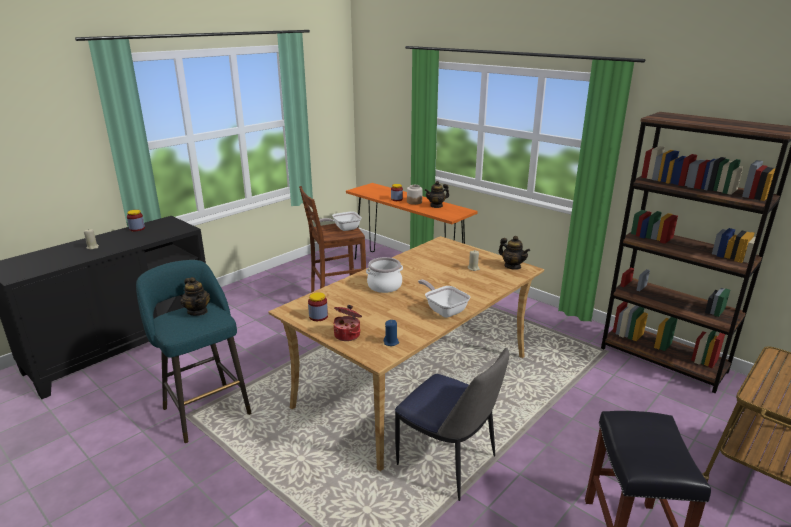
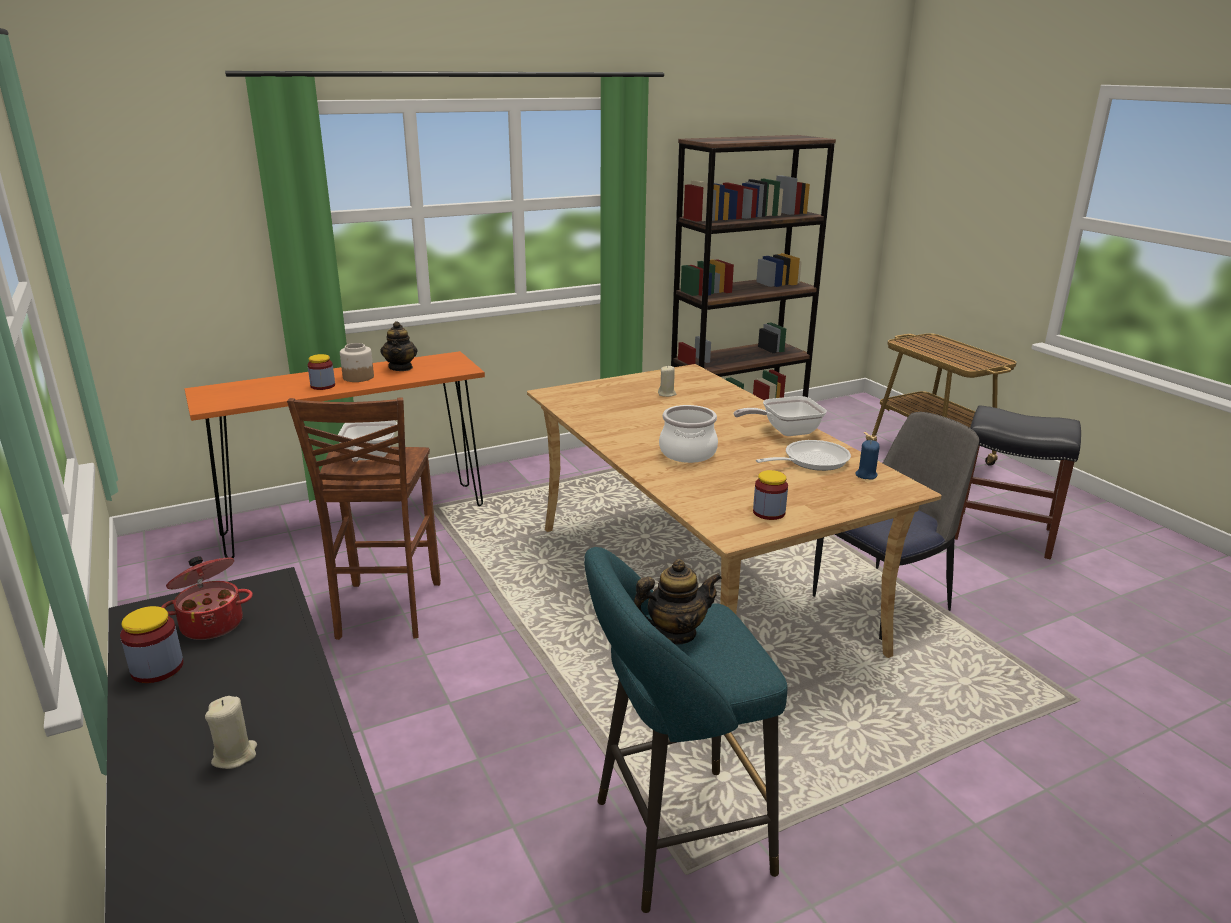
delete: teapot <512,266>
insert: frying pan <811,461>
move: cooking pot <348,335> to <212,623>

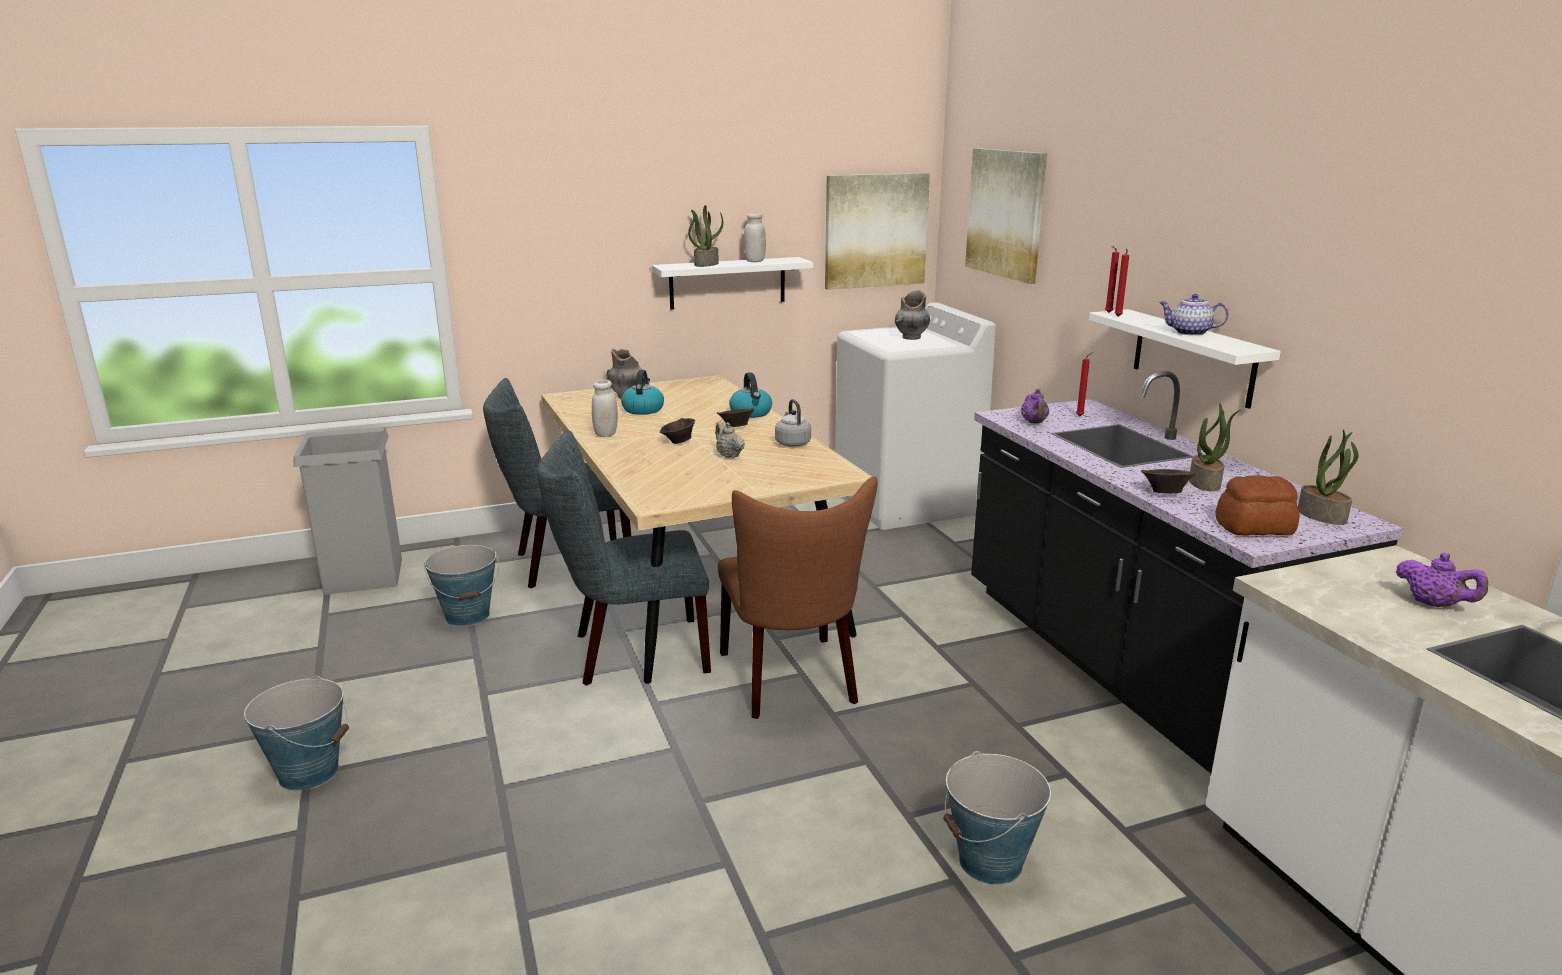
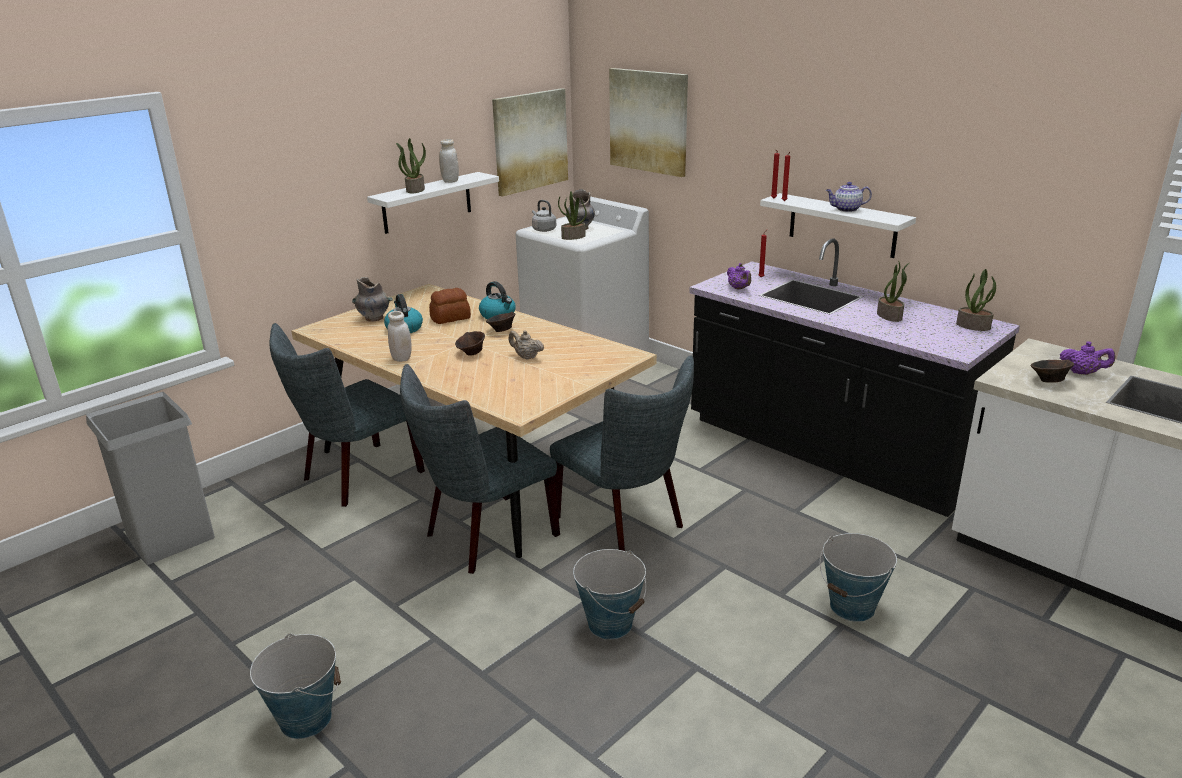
insert: potted plant <573,237>
move: bread <1255,528> to <451,318>; kettle/grey <792,443> to <543,229>; bucket <468,616> to <610,623>; bowl/brown <1164,493> to <1048,381>
recolor: chair/brown <792,682> to chair/grey <625,524>

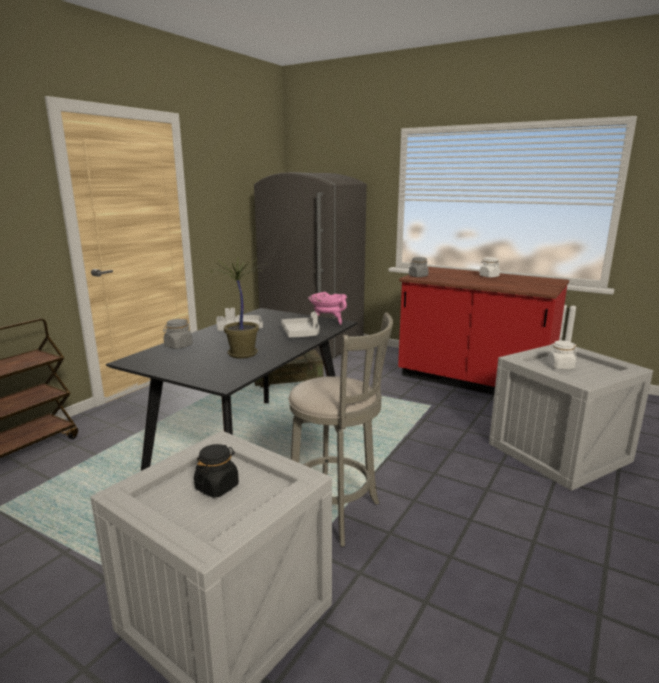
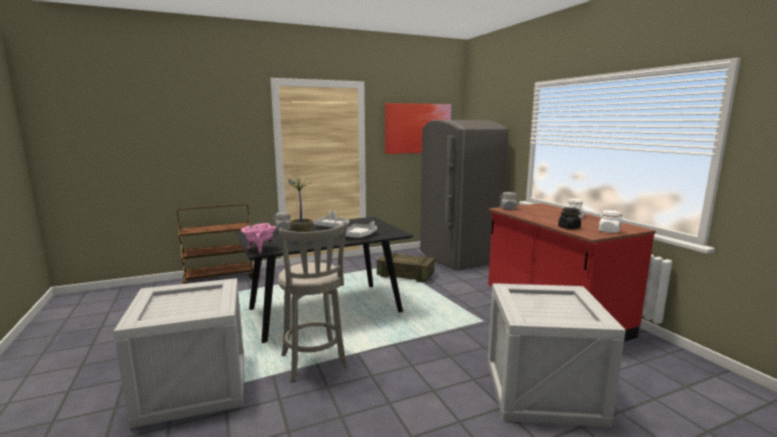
insert: picture <418,128>
move: cooking pot/pink <328,322> to <259,249>; jar/black <217,487> to <569,227>; jar/white <560,366> to <608,231>

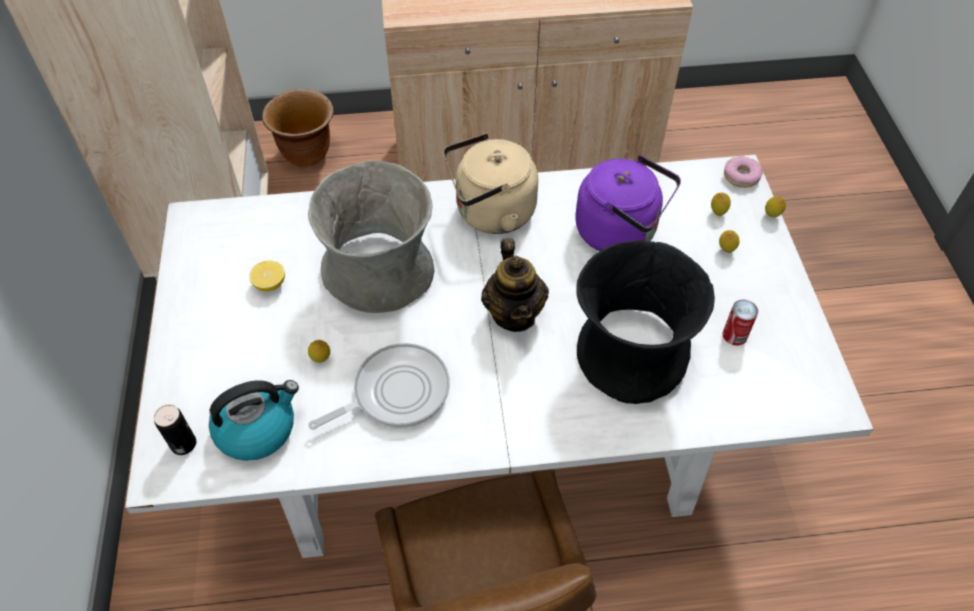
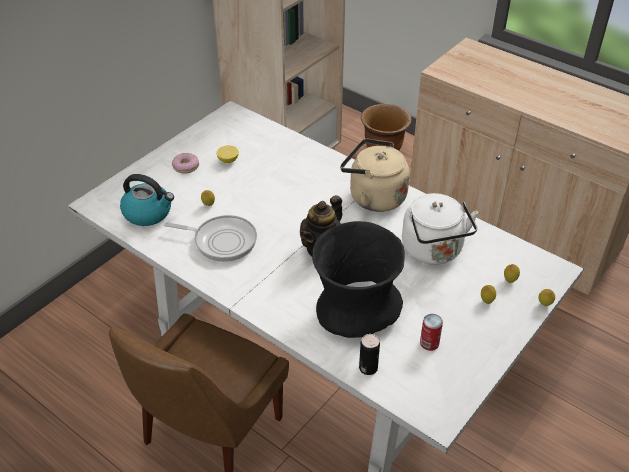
delete: vase/grey <379,273>
move: donut <741,176> to <186,166>; can <183,444> to <368,368>
recolor: kettle/purple <620,232> to kettle/white <434,251>

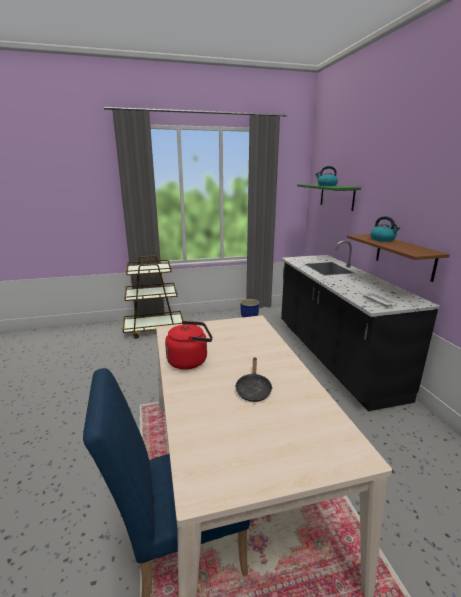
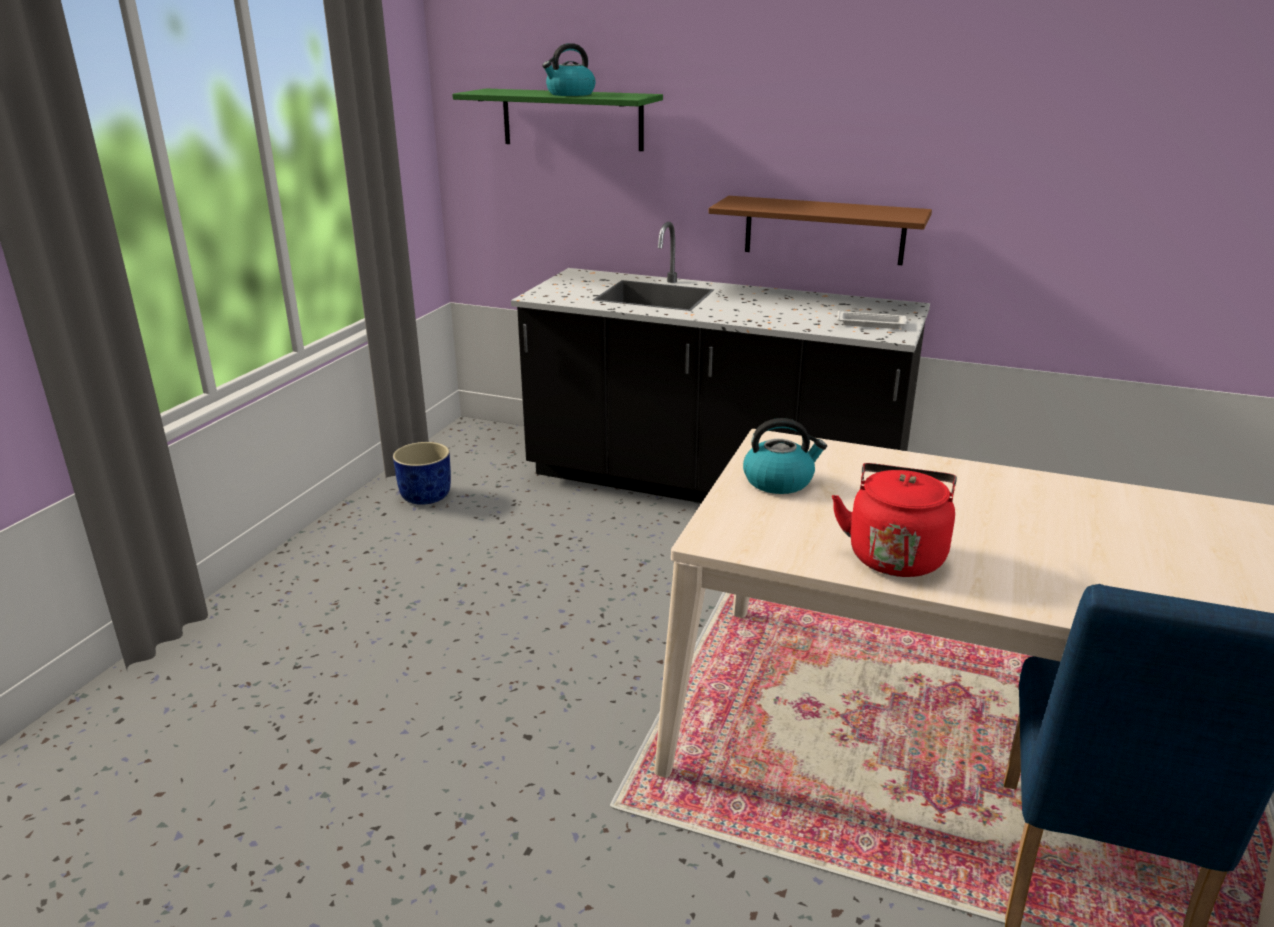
delete: cart/brown <154,329>; frying pan/black <253,389>
move: kettle <383,239> to <779,481>

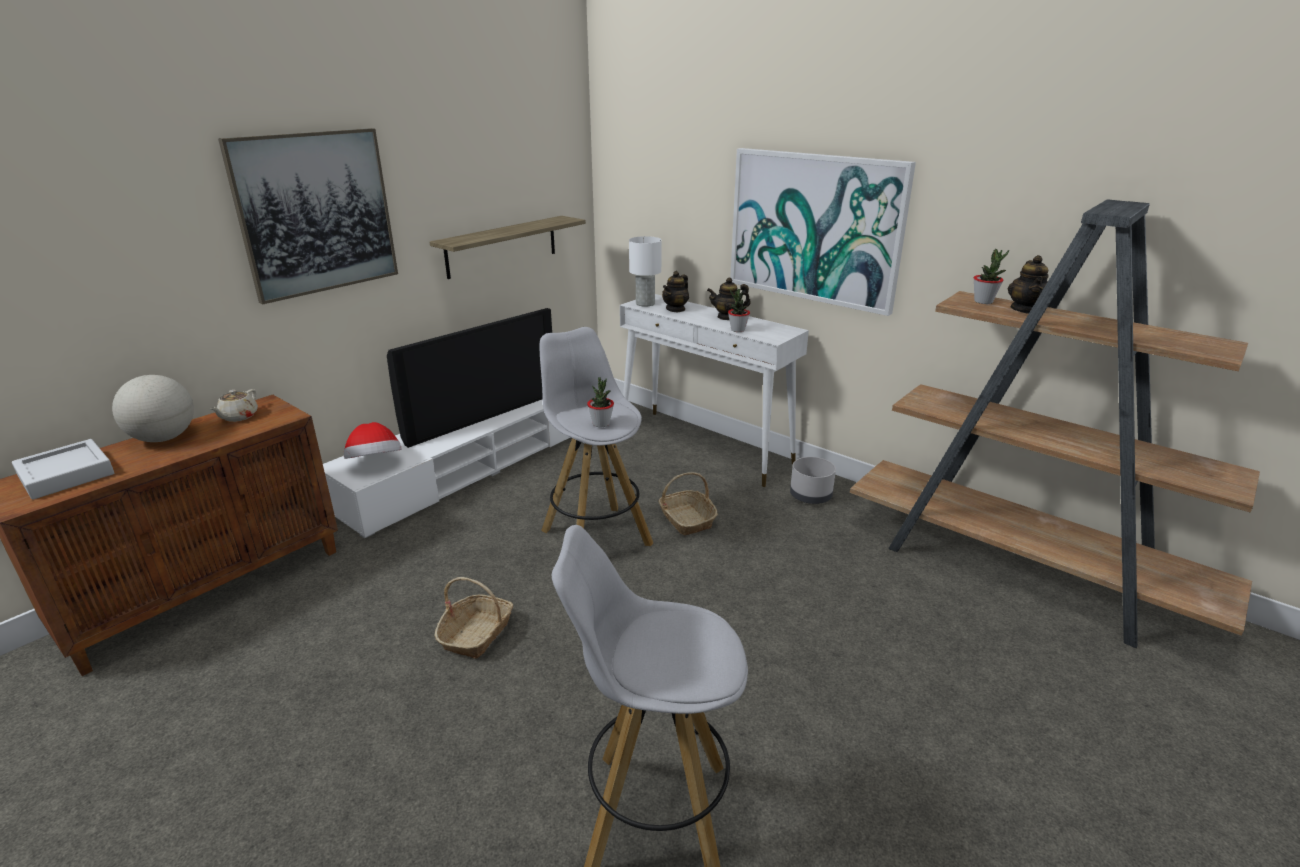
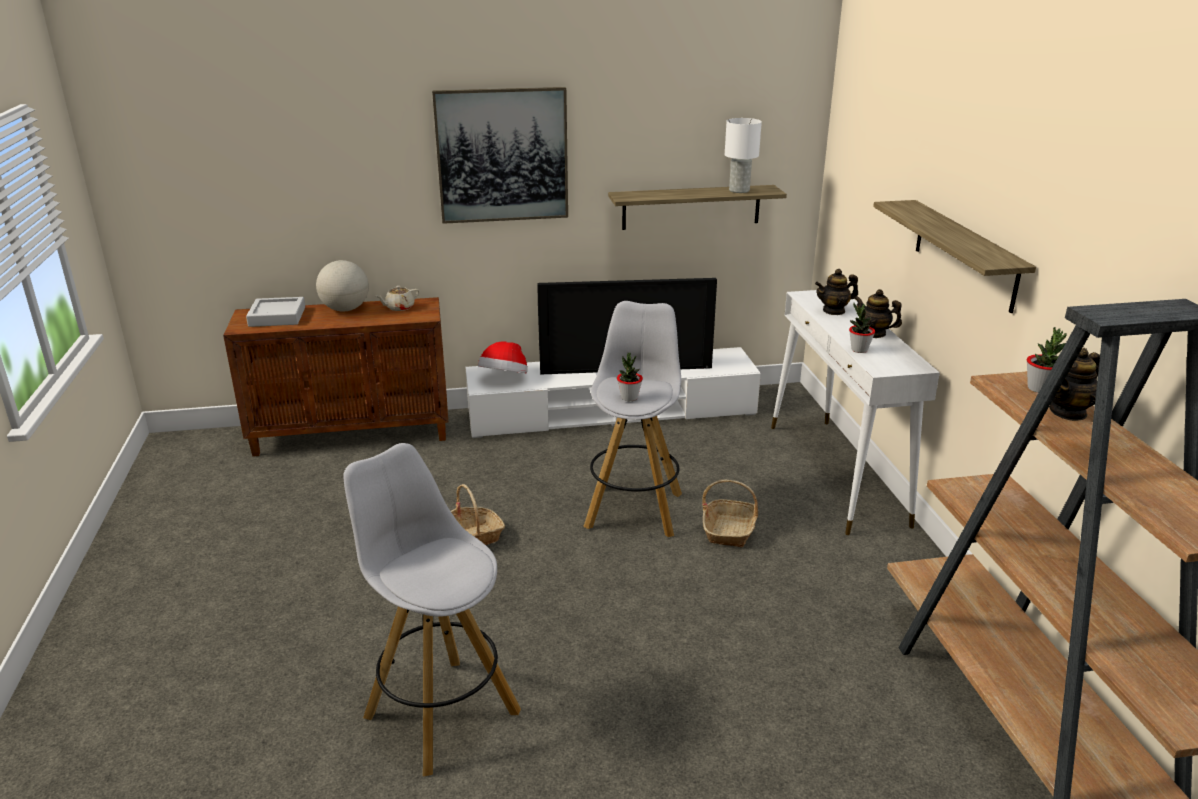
delete: planter/grey <811,496>
move: table lamp/white <645,304> to <738,190>
replace: picture <814,228> to shelf <965,254>

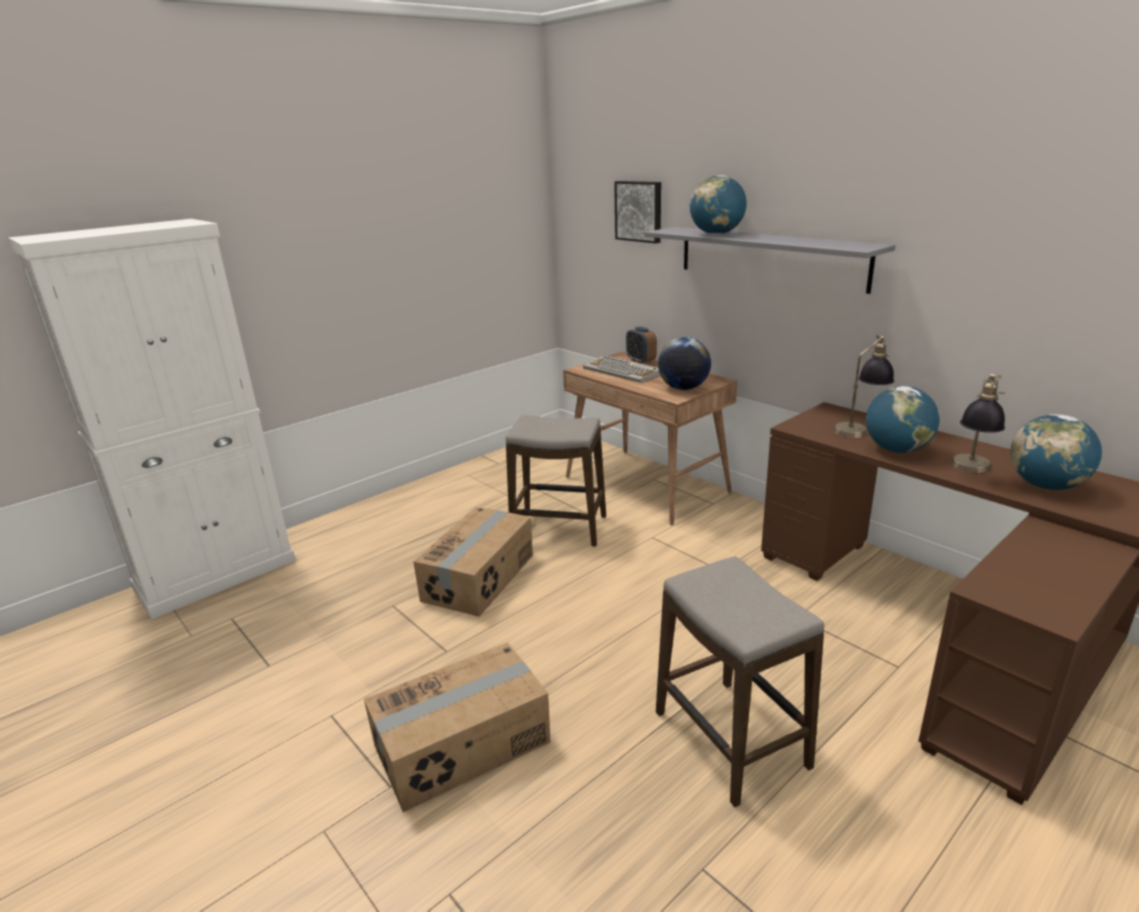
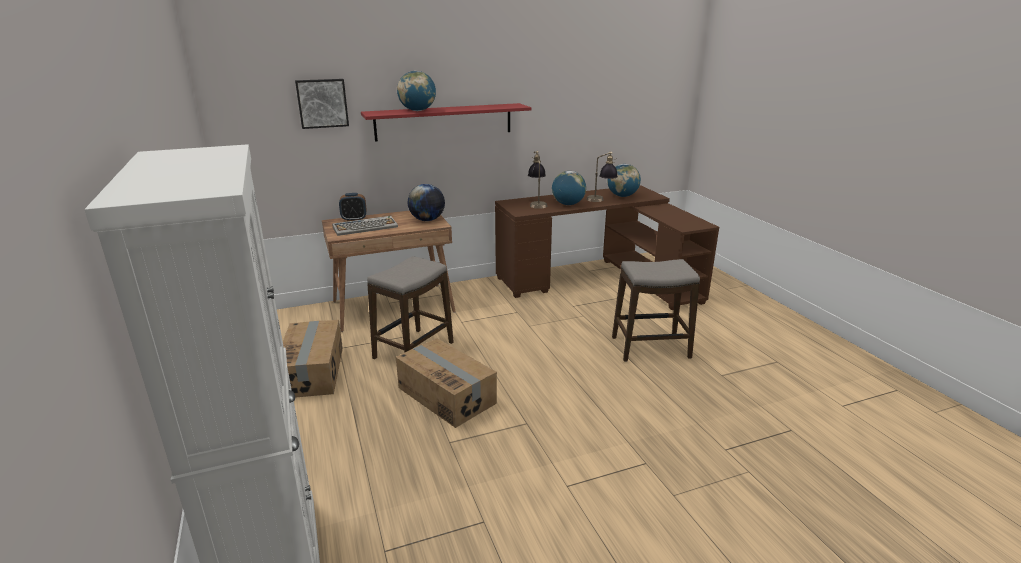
move: cardboard box <463,745> to <313,371>
recolor: shelf/grey <769,257> to shelf/red <444,122>

